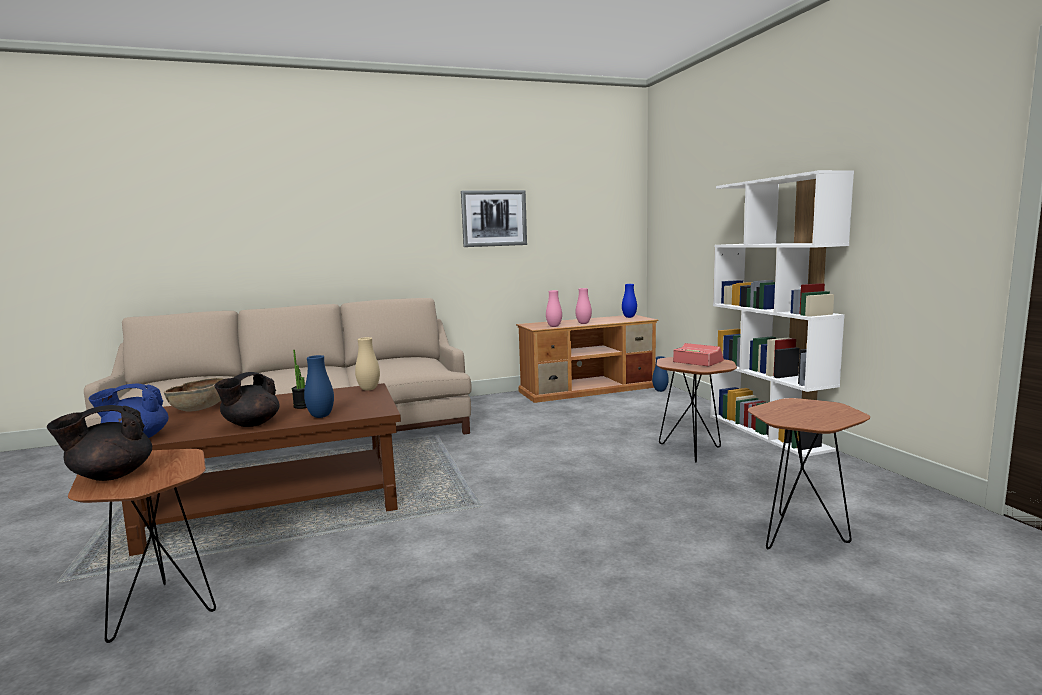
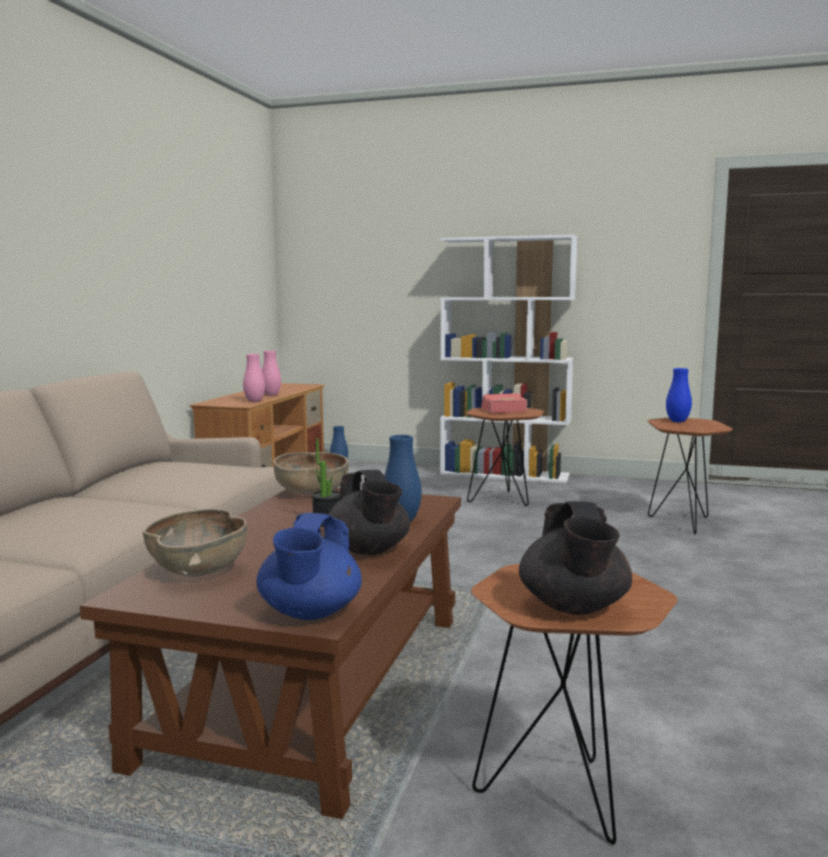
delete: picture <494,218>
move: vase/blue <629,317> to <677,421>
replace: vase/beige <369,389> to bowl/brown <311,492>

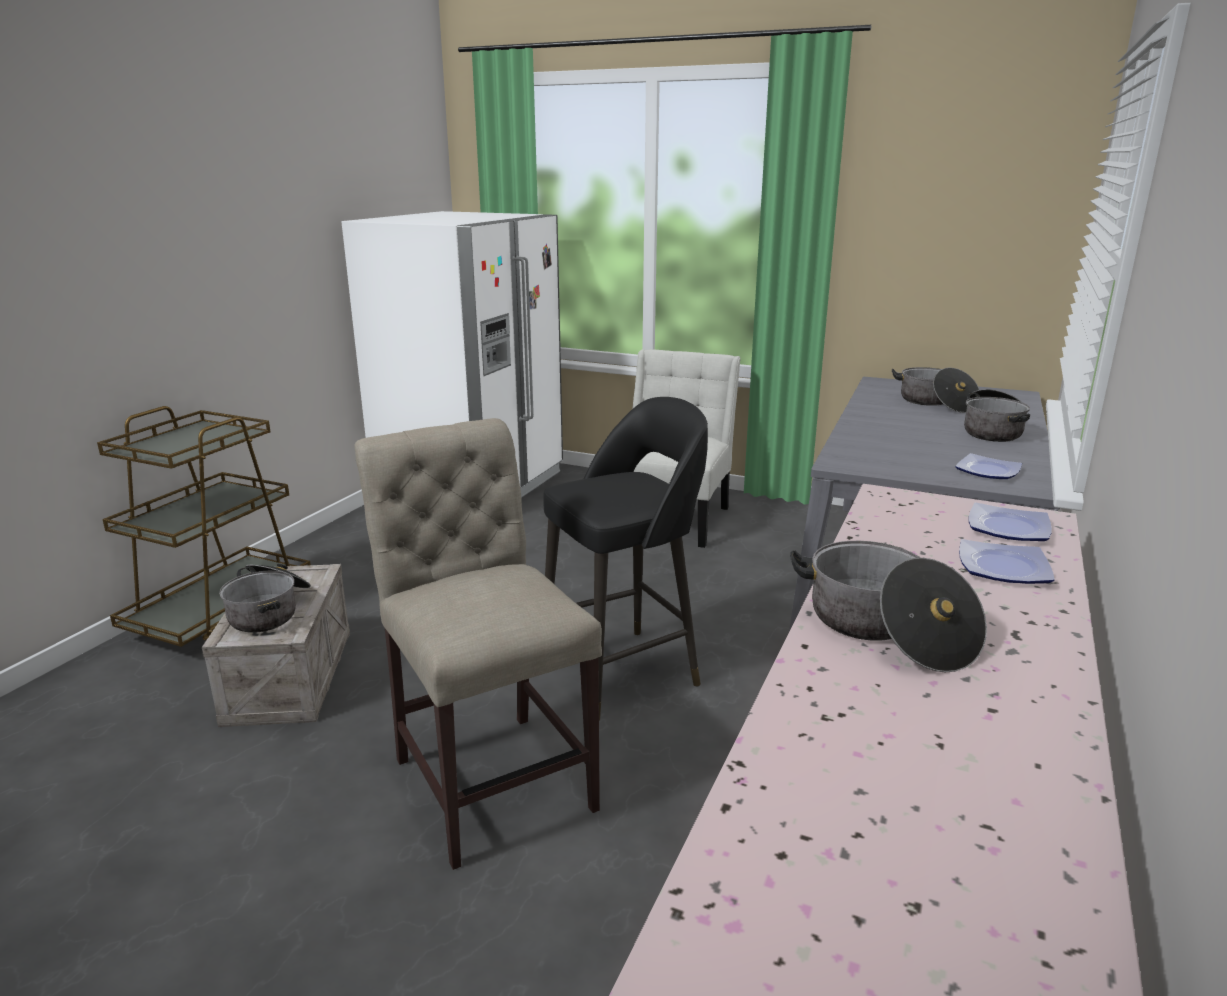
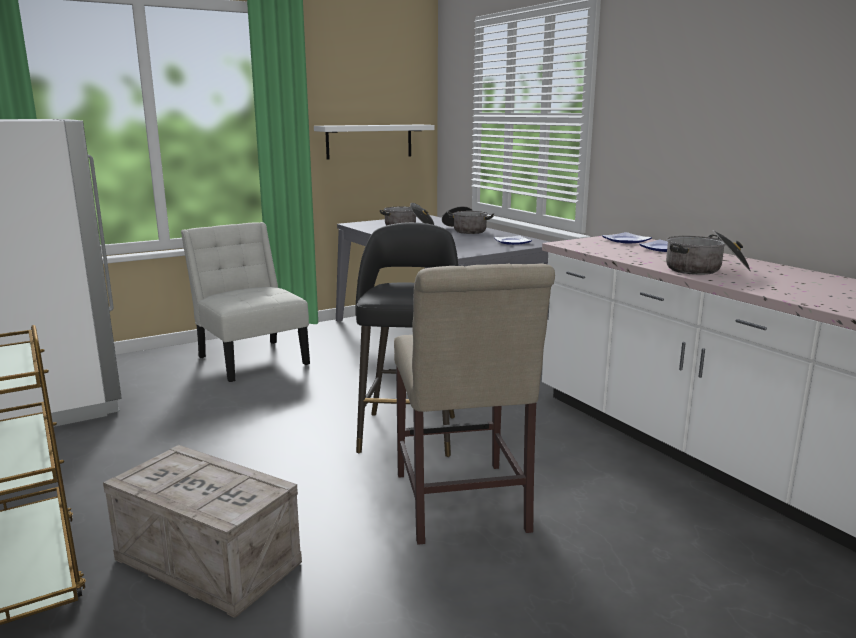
delete: cooking pot <270,611>
insert: shelf/white <369,141>
rotate: chair/beige <490,776> = <461,506> 105 degrees counterclockwise

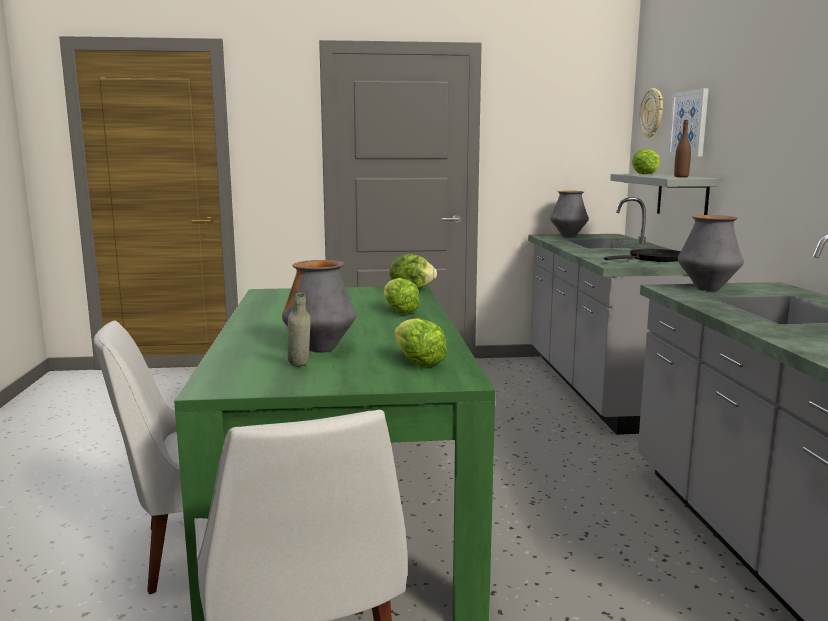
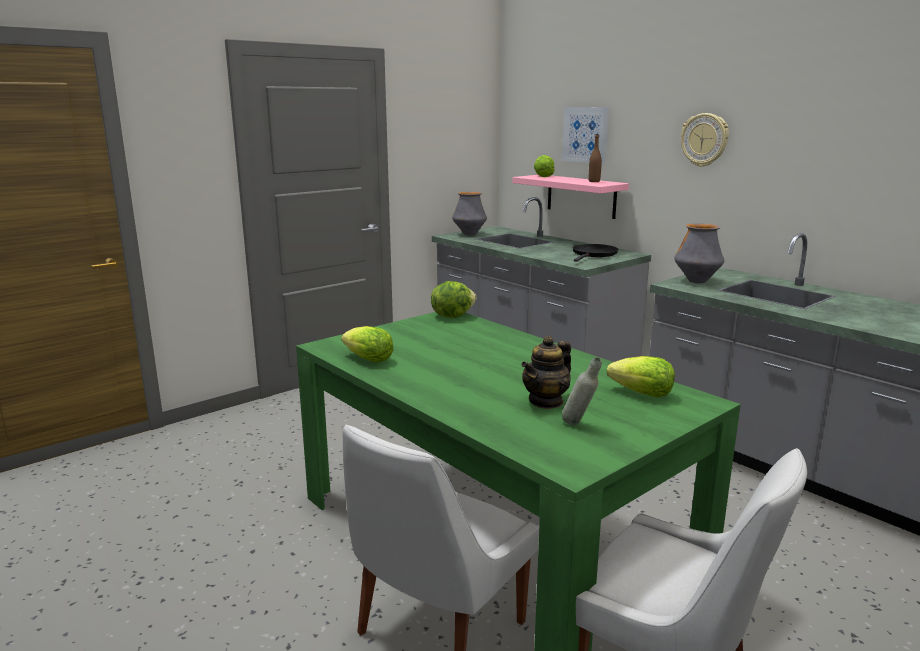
move: lettuce <399,311> to <368,360>; wall clock <652,113> to <704,140>
replace: vase <320,349> to teapot <546,401>
recolor: shelf/grey <682,197> to shelf/pink <581,196>

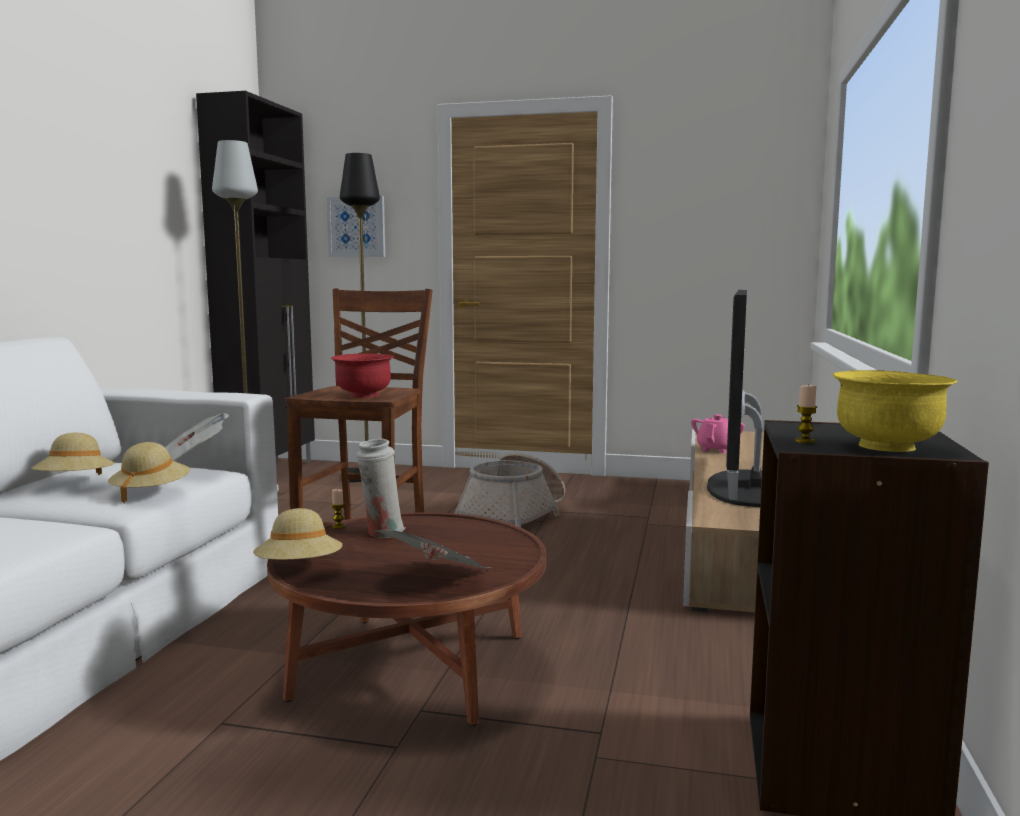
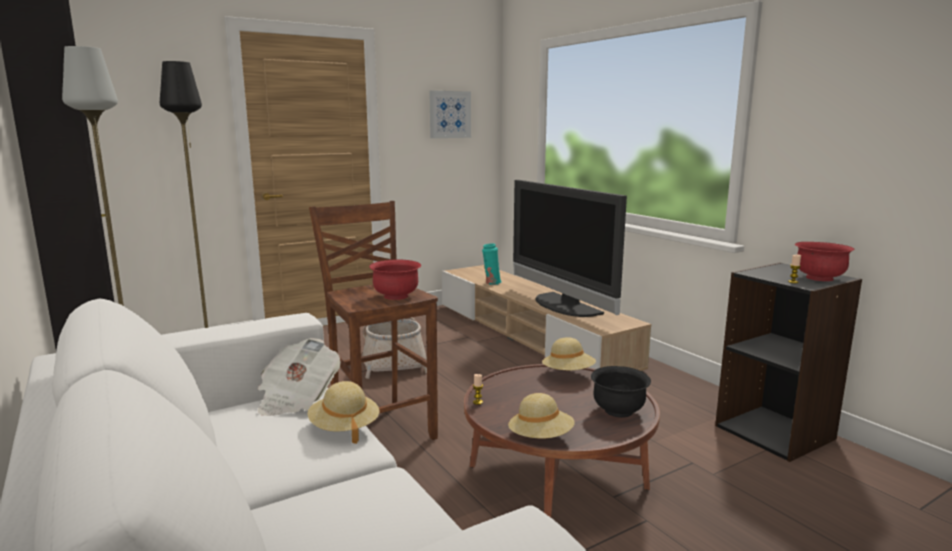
delete: vase/white <382,533>
move: picture <356,227> to <449,114>; hat/beige <75,483> to <568,373>
replace: teapot/pink <716,450> to vase/turquoise <491,283>; newspaper <437,580> to bowl/black <618,411>
recolor: bowl/yellow <887,446> to bowl/red <819,278>

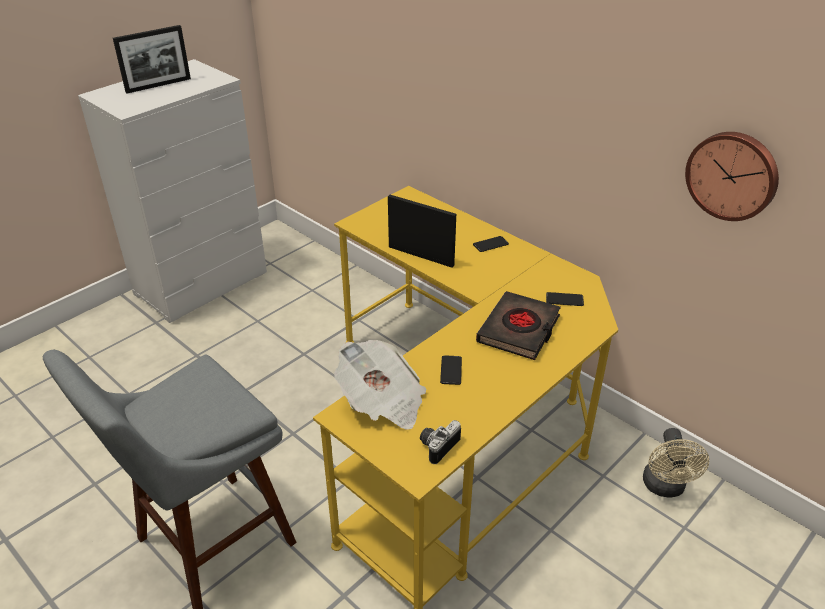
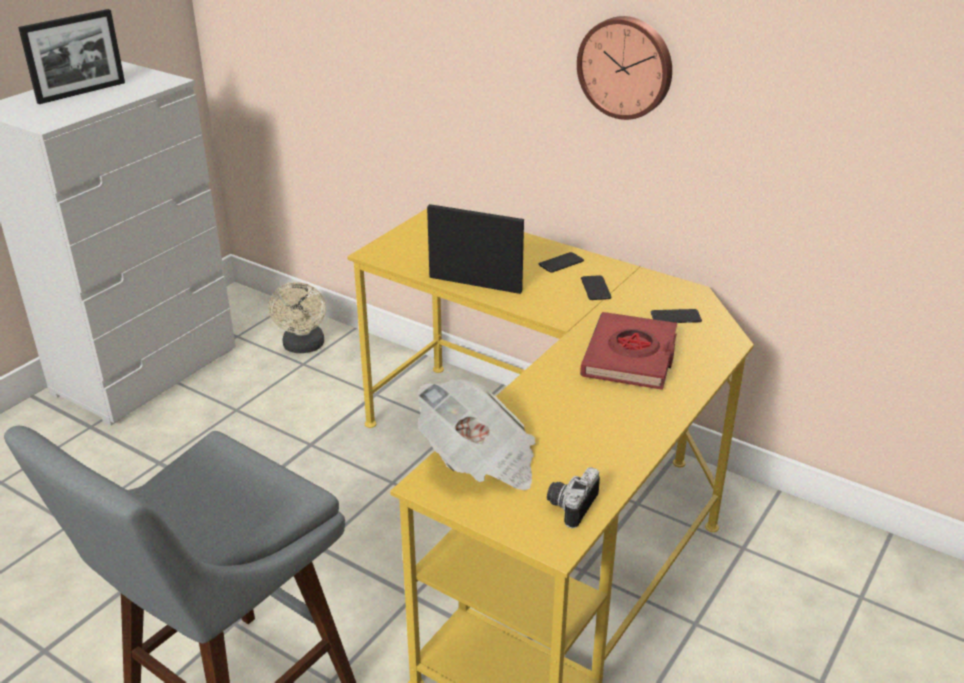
move: fan/beige <665,488> to <303,347>; wall clock <732,175> to <626,67>; phone <451,370> to <595,288>
recolor: book/black <519,330> to book/red <630,357>

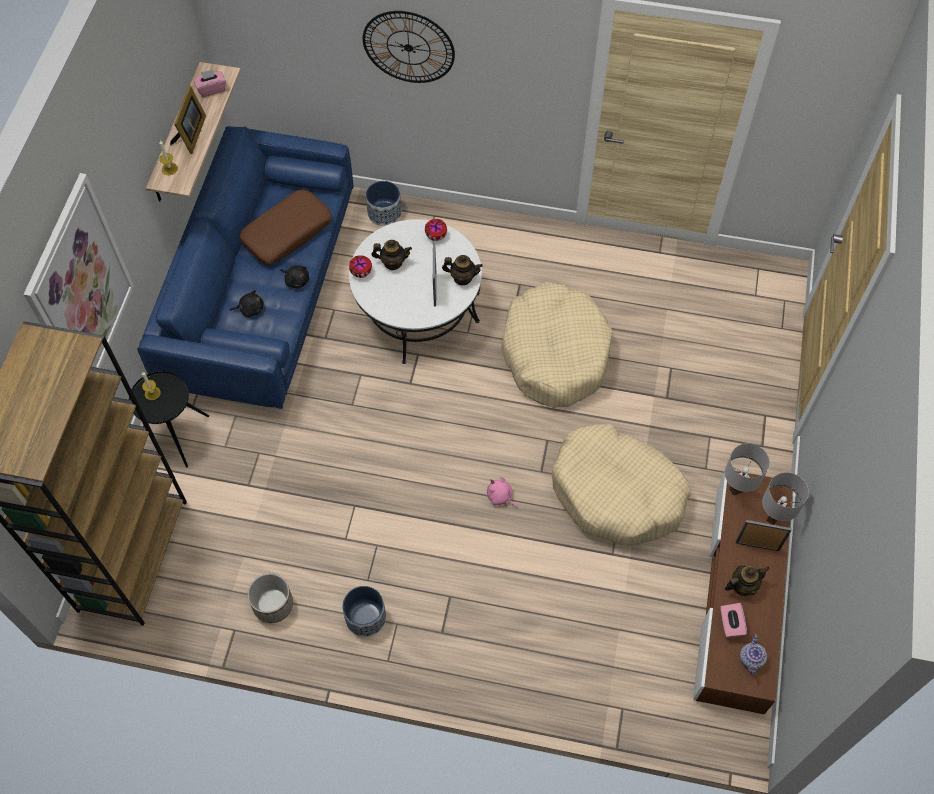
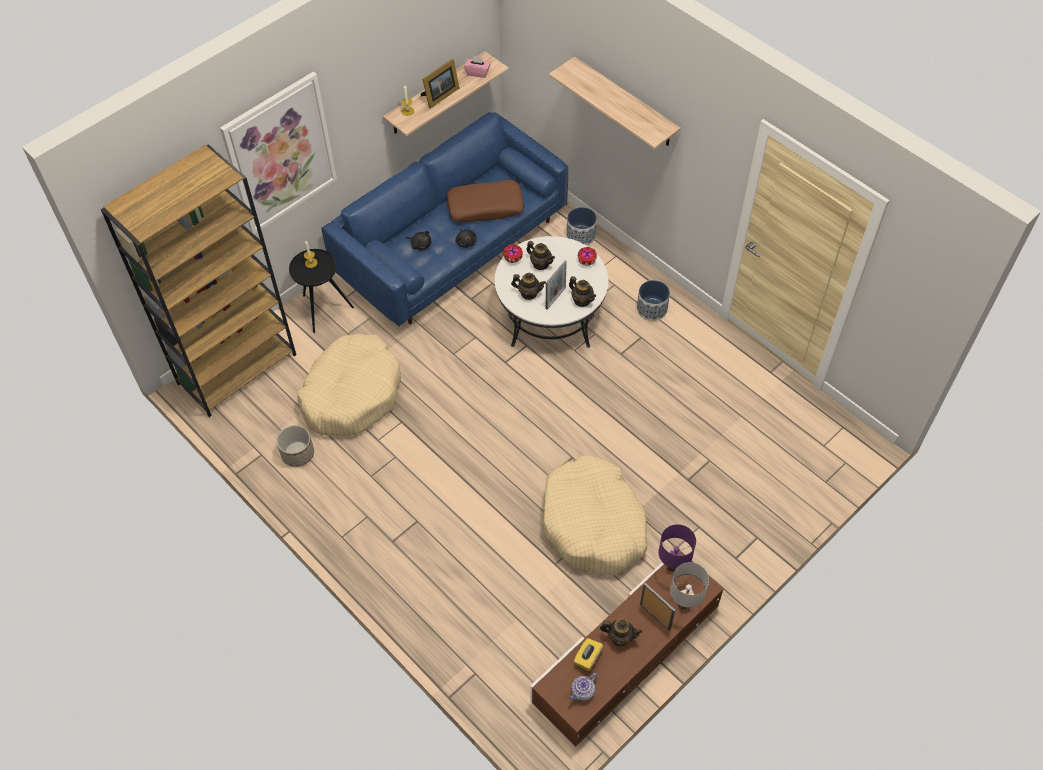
delete: plush toy/pink <500,497>
insert: teapot <528,293>
move: dog bed/beige <555,353> to <351,393>; planter <365,617> to <651,309>
replace: wall clock <408,47> to shelf <625,103>
recolor: tissue box/pink <730,624> to tissue box/yellow <587,658>; table lamp/white <736,490> to table lamp/purple <672,568>

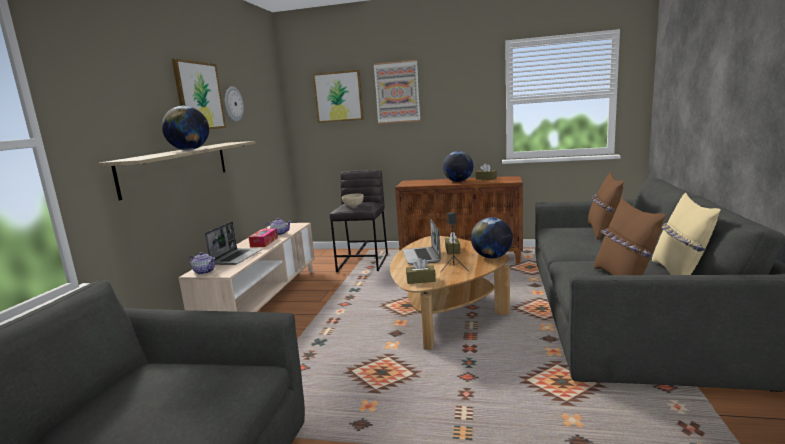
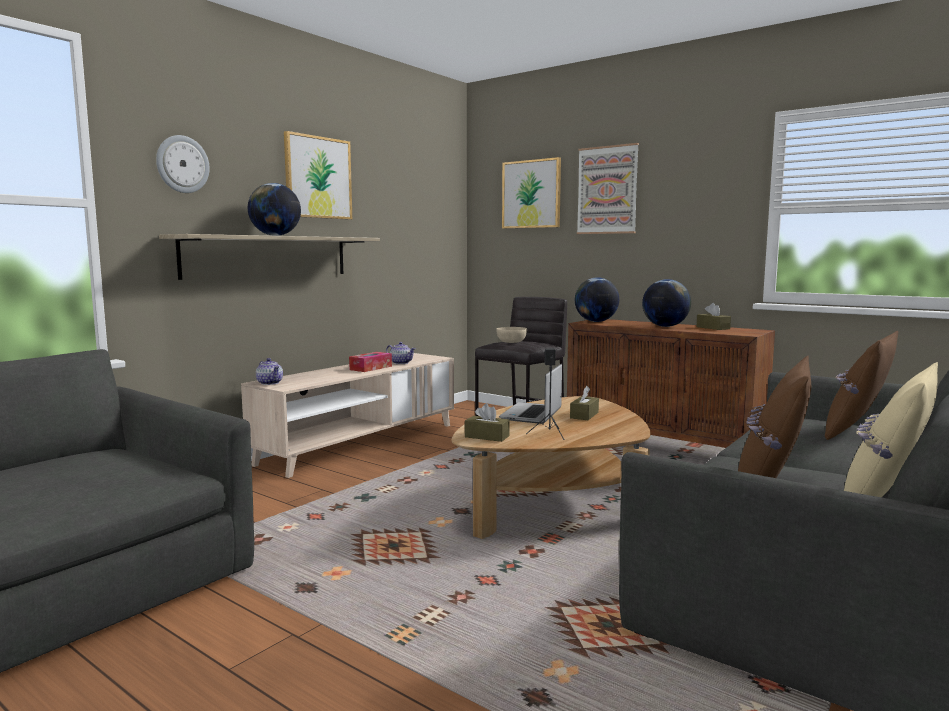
delete: laptop <236,257>
move: wall clock <233,104> to <182,164>; globe <491,257> to <596,321>

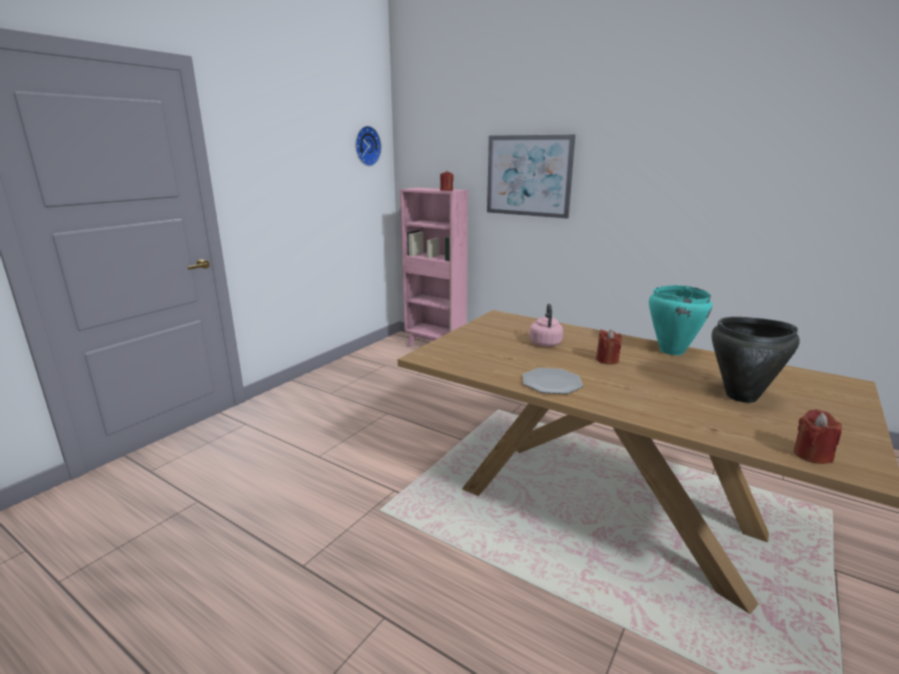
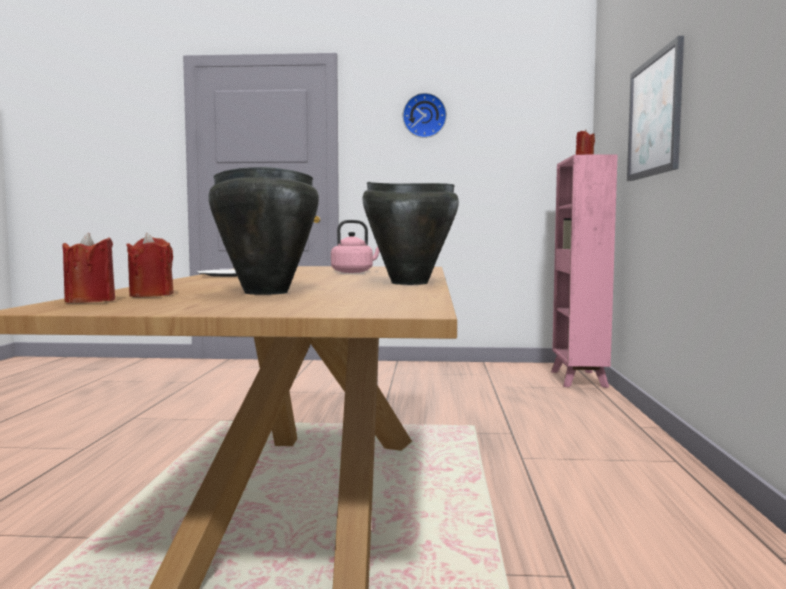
move: candle/red <607,360> to <151,295>; wall clock <366,146> to <424,116>
recolor: cooking pot/turquoise <671,351> to cooking pot/black <409,283>

